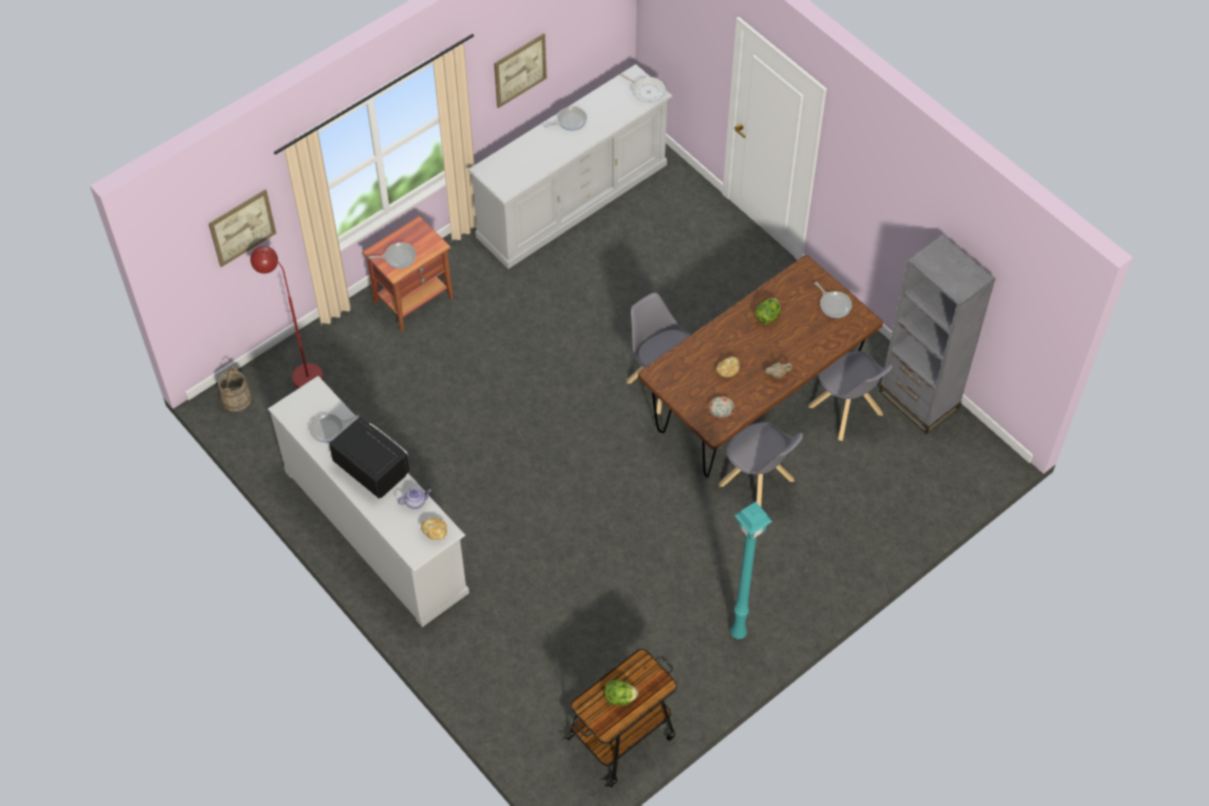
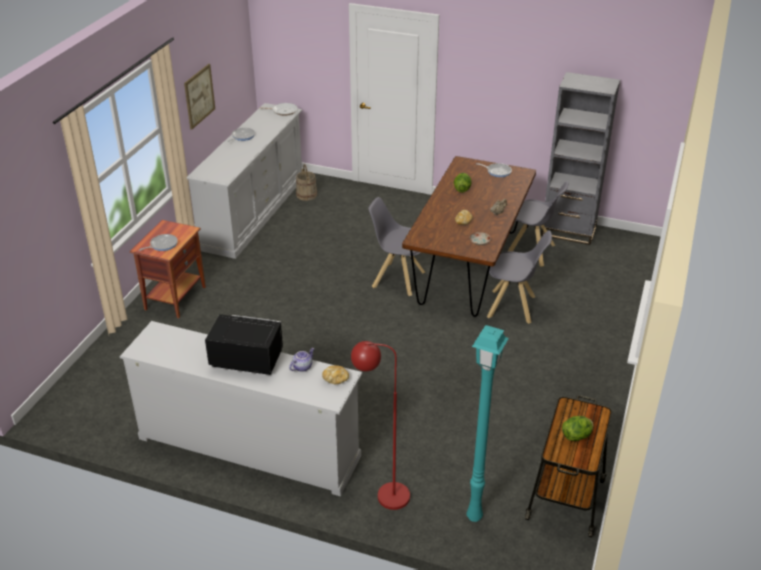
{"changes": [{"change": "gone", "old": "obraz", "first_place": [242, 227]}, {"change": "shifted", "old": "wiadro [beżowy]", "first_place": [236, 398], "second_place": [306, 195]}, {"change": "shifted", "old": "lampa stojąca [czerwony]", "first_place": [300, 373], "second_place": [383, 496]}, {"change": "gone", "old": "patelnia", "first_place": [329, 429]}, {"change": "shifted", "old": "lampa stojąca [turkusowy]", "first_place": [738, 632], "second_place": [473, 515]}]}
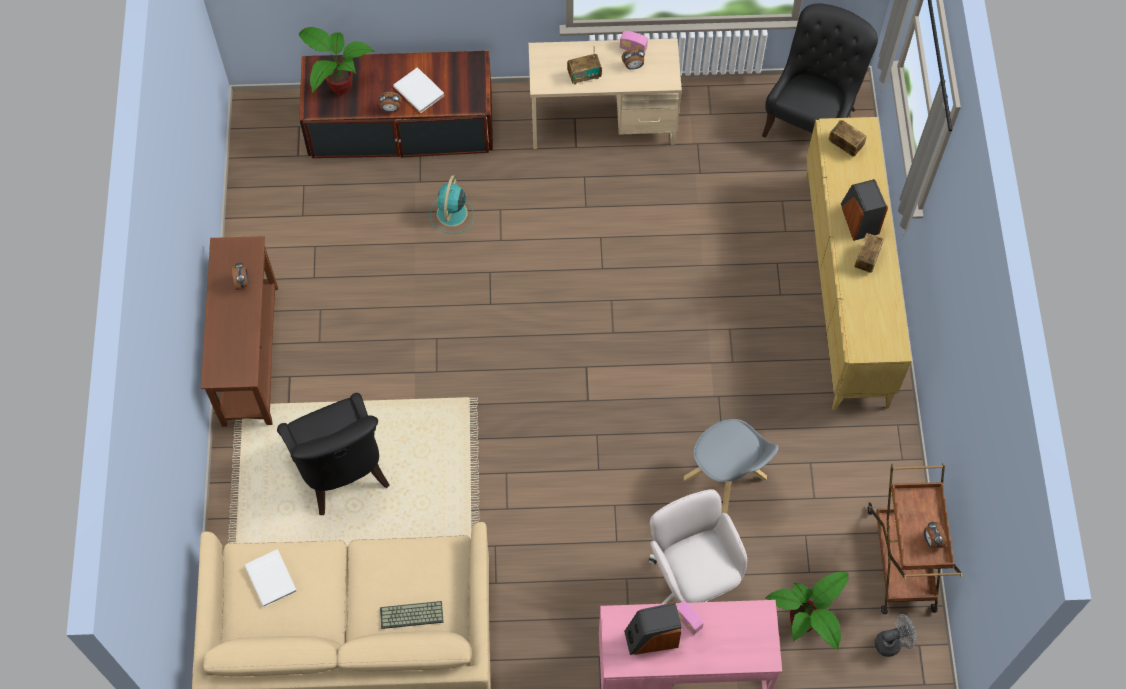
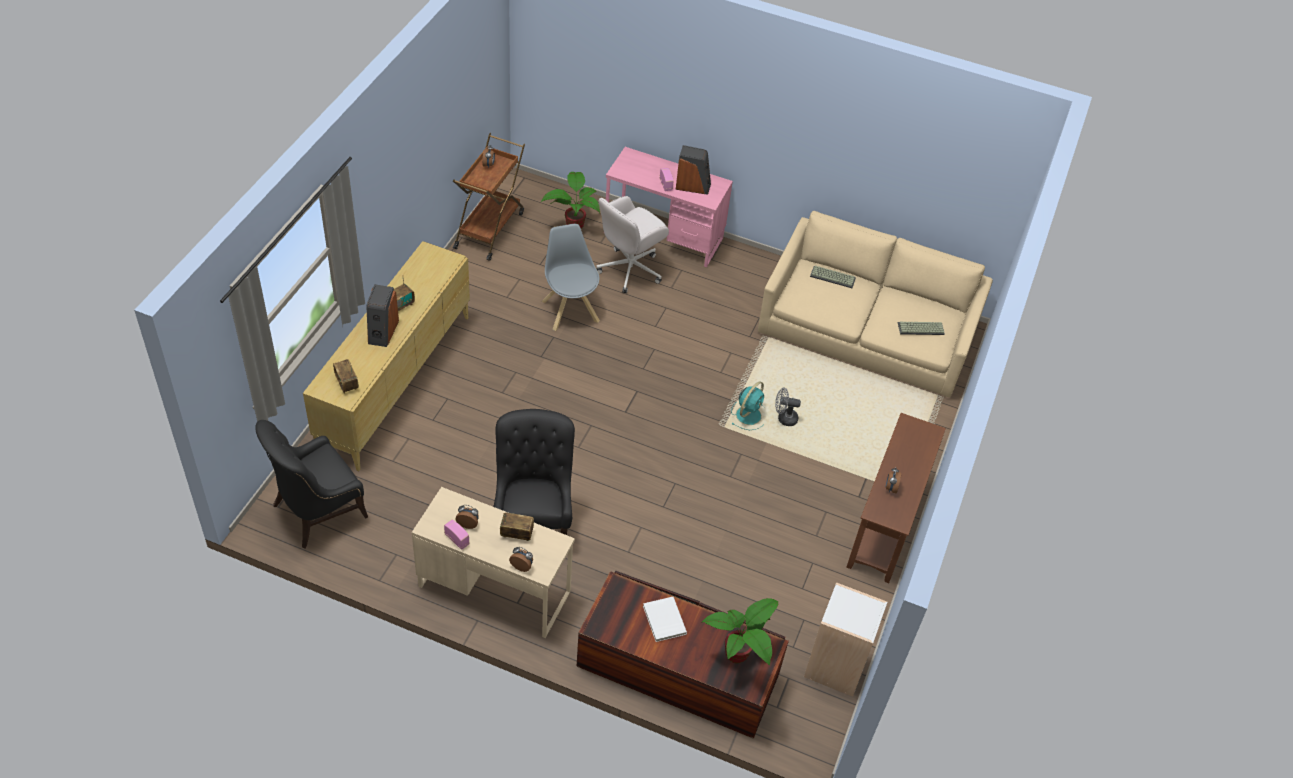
{"changes": [{"change": "swapped", "old": "książka [biały]", "new": "klawiatura", "first_place": [272, 578], "second_place": [920, 329]}, {"change": "shifted", "old": "krzesło [czarny]", "first_place": [341, 469], "second_place": [533, 521]}, {"change": "shifted", "old": "budzik", "first_place": [391, 109], "second_place": [522, 566]}, {"change": "shifted", "old": "wentylator [turkusowy]", "first_place": [451, 214], "second_place": [749, 414]}, {"change": "rotated", "old": "krzesło biurowe [biały]", "first_place": [692, 582], "second_place": [630, 270], "degrees": 45}, {"change": "shifted", "old": "wentylator [szary]", "first_place": [892, 642], "second_place": [784, 418]}, {"change": "new", "new": "regał", "second_place": [835, 667]}]}
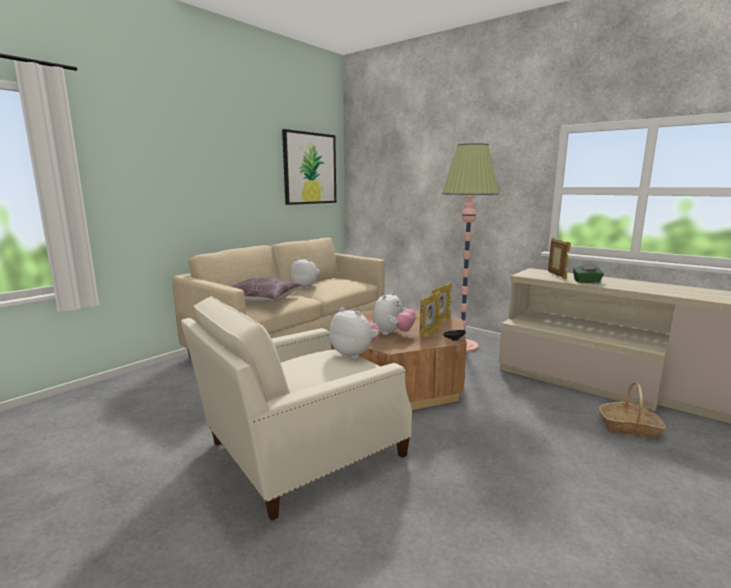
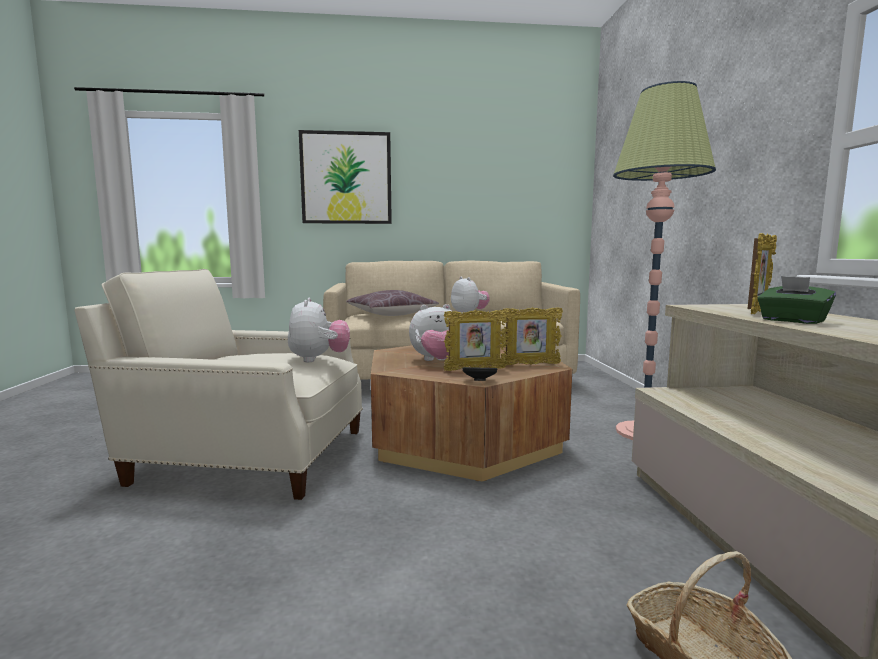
{"changes": [{"change": "shifted", "old": "obraz", "first_place": [310, 168], "second_place": [346, 178]}]}
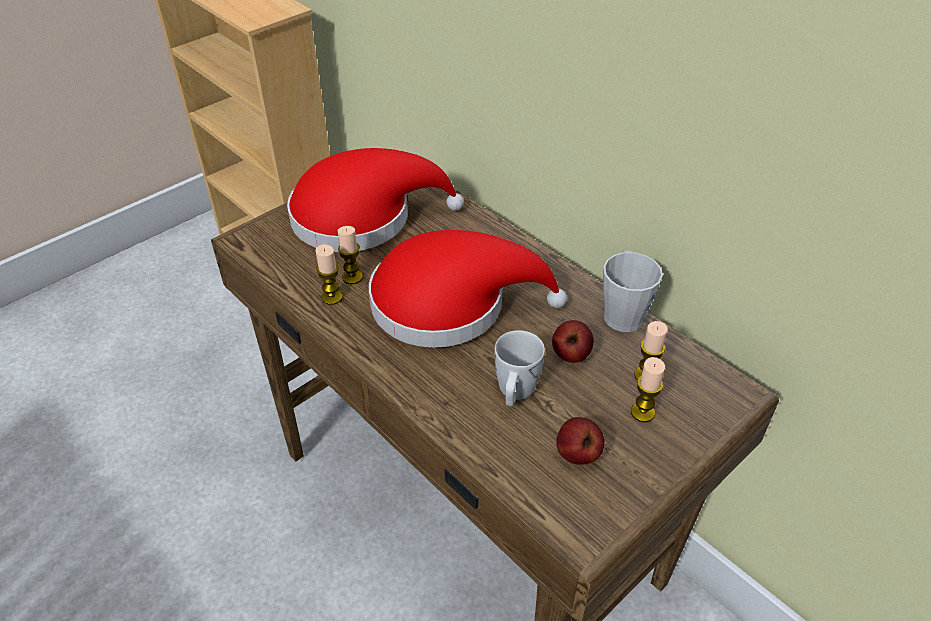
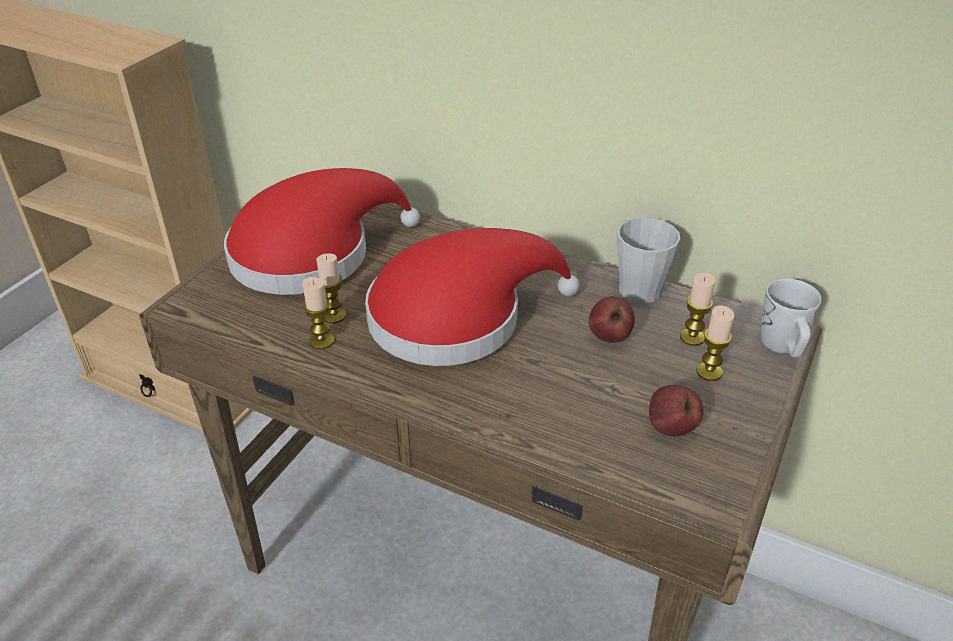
{"changes": [{"change": "shifted", "old": "kubek [biały]", "first_place": [515, 393], "second_place": [783, 347]}]}
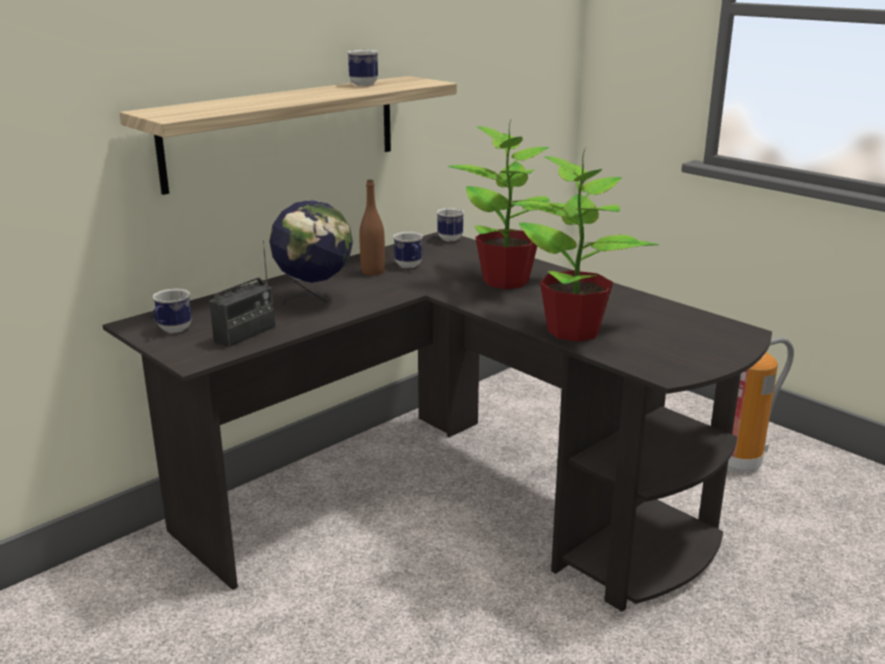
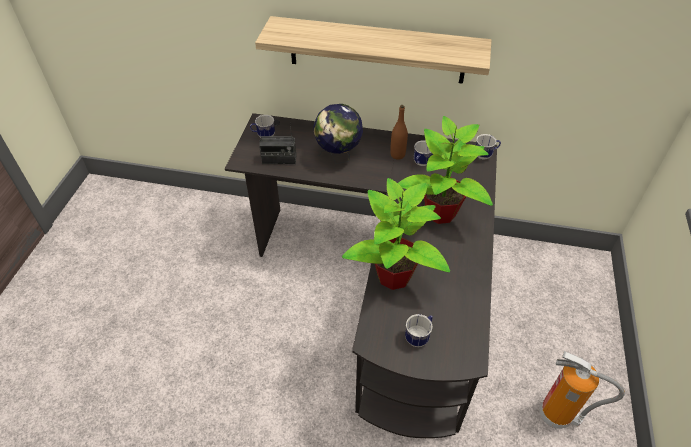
{"changes": [{"change": "shifted", "old": "kubek", "first_place": [363, 84], "second_place": [419, 337]}]}
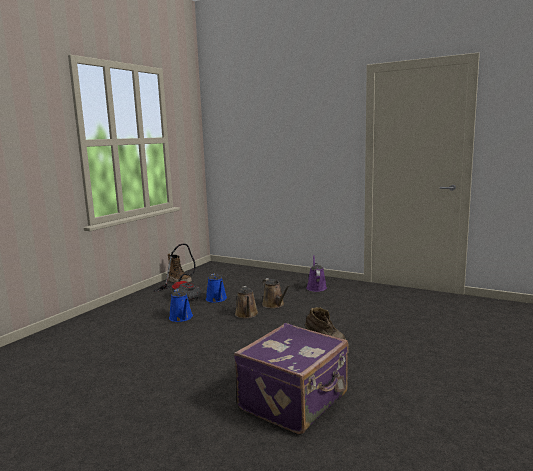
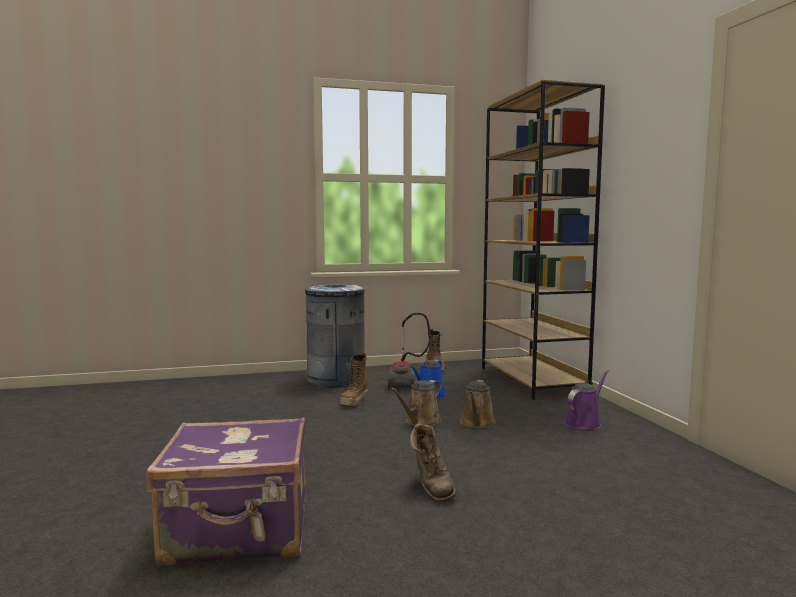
{"changes": [{"change": "swapped", "old": "konewka [niebieski]", "new": "but z cholewką", "first_place": [181, 318], "second_place": [354, 401]}, {"change": "new", "new": "kosz na śmieci [szary]", "second_place": [336, 379]}, {"change": "new", "new": "regał [brązowy]", "second_place": [532, 380]}]}
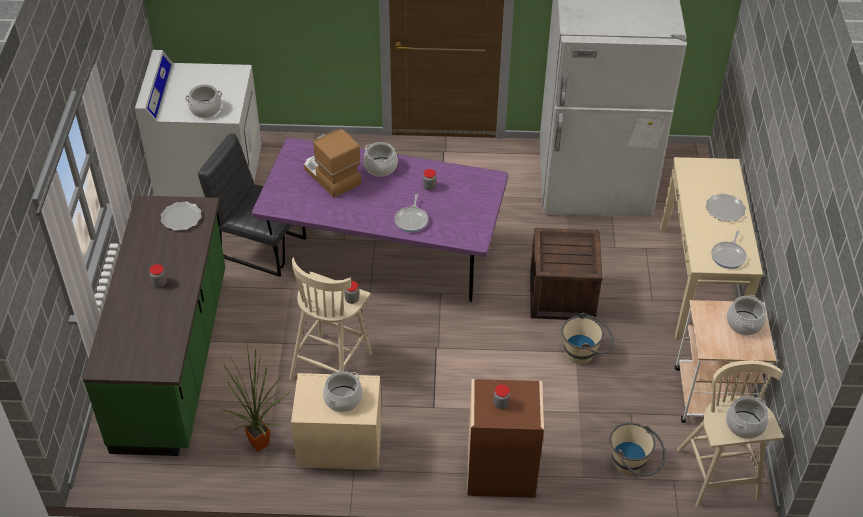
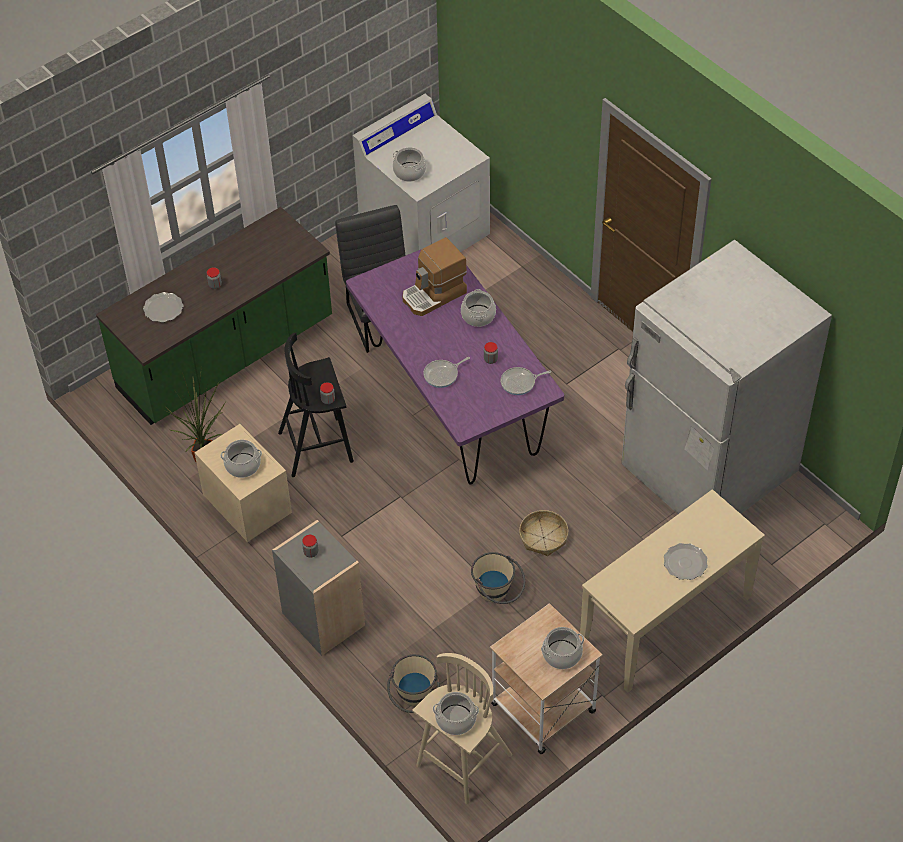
{"changes": [{"change": "shifted", "old": "talerz", "first_place": [181, 217], "second_place": [163, 308]}, {"change": "repainted", "old": "stołek [beżowy]", "new": "stołek [czarny]", "first_place": [332, 363], "second_place": [318, 446]}, {"change": "rotated", "old": "ekspres do kawy", "first_place": [331, 176], "second_place": [434, 295], "degrees": -135}, {"change": "repainted", "old": "regał [brązowy]", "new": "regał [szary]", "first_place": [500, 473], "second_place": [322, 619]}, {"change": "swapped", "old": "skrzynka", "new": "koszyk", "first_place": [562, 295], "second_place": [543, 538]}, {"change": "shifted", "old": "patelnia", "first_place": [729, 256], "second_place": [520, 383]}]}
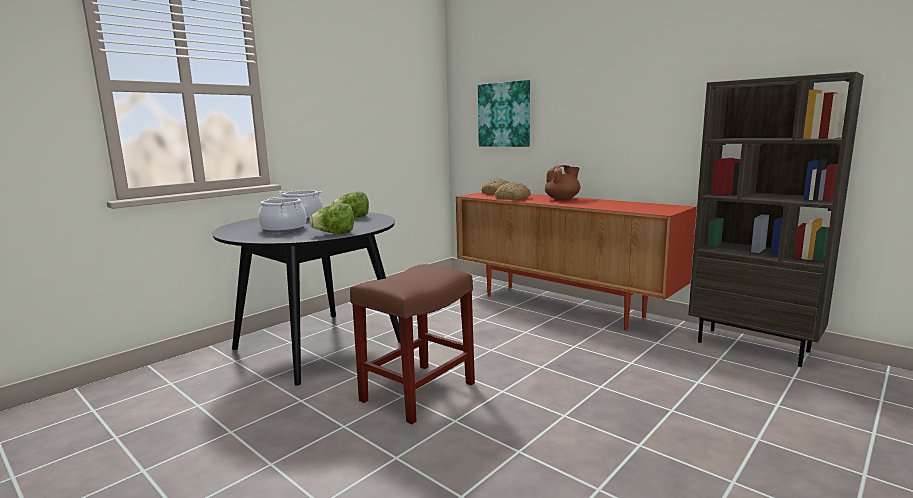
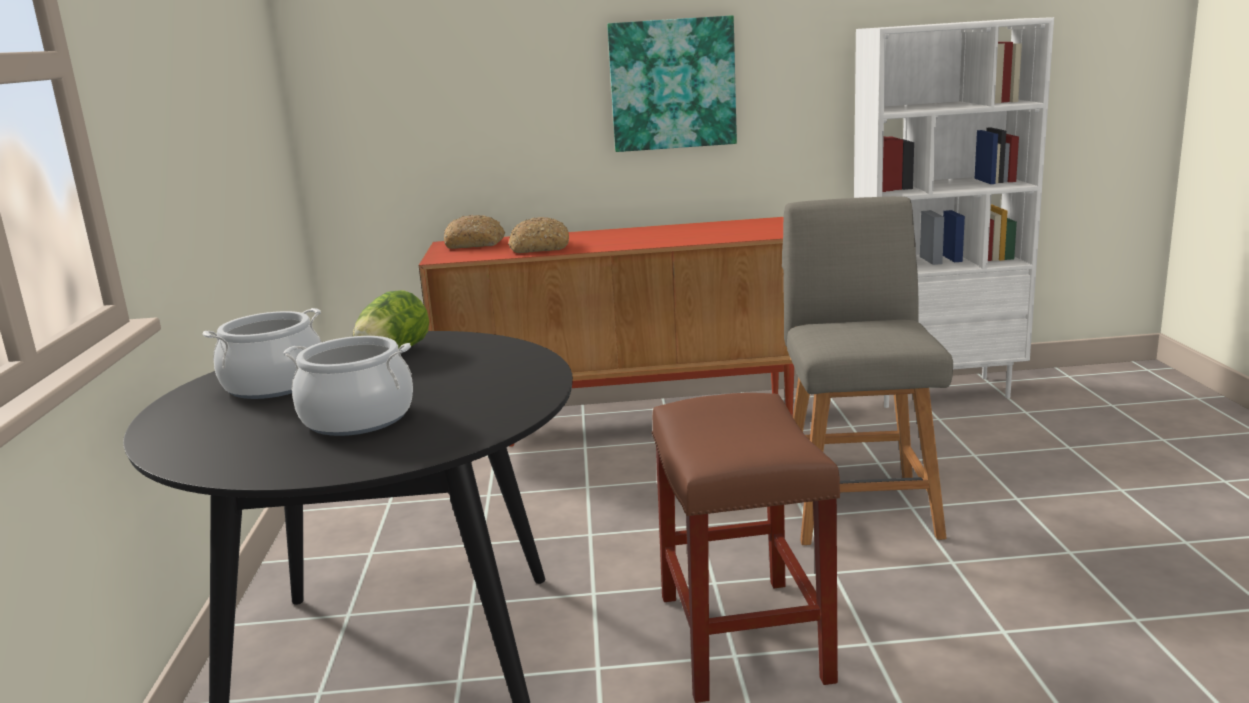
{"changes": [{"change": "gone", "old": "sałata", "first_place": [335, 234]}, {"change": "shifted", "old": "obraz", "first_place": [504, 114], "second_place": [672, 84]}, {"change": "gone", "old": "imbryk [brązowy]", "first_place": [562, 199]}, {"change": "repainted", "old": "regał [brązowy]", "new": "regał [biały]", "first_place": [753, 346], "second_place": [937, 391]}, {"change": "new", "new": "krzesło [szary]", "second_place": [858, 506]}]}
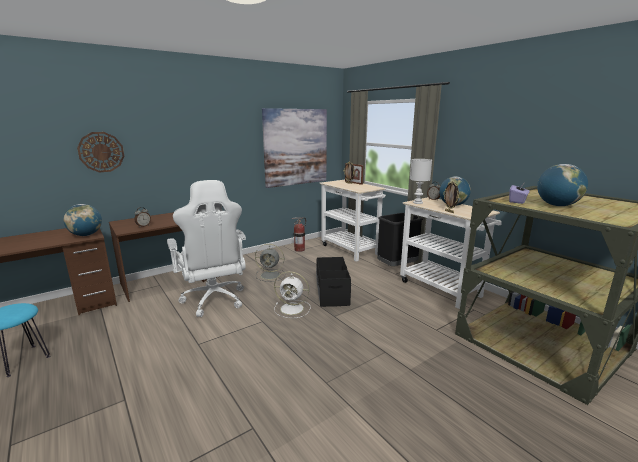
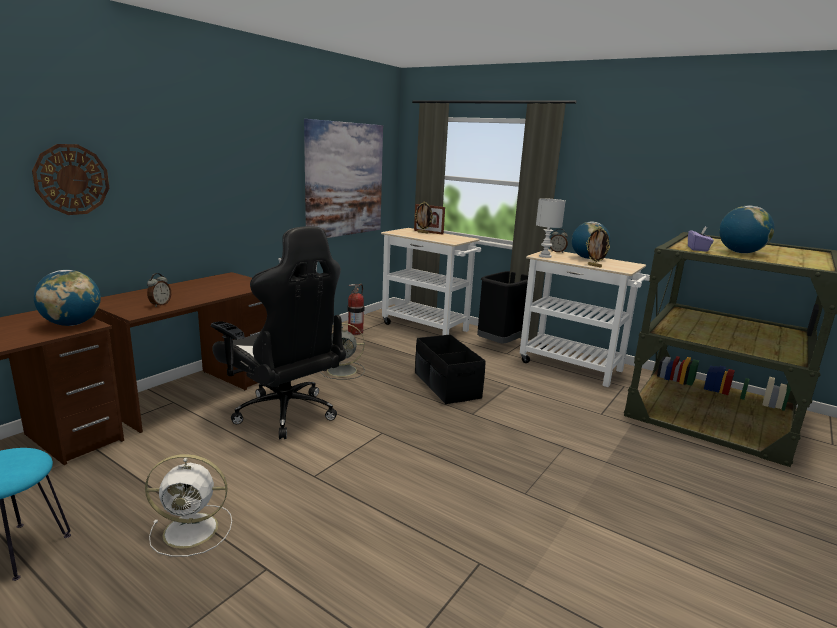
{"changes": [{"change": "repainted", "old": "krzesło biurowe [biały]", "new": "krzesło biurowe [czarny]", "first_place": [213, 298], "second_place": [281, 411]}, {"change": "shifted", "old": "wentylator [biały]", "first_place": [293, 309], "second_place": [193, 530]}]}
